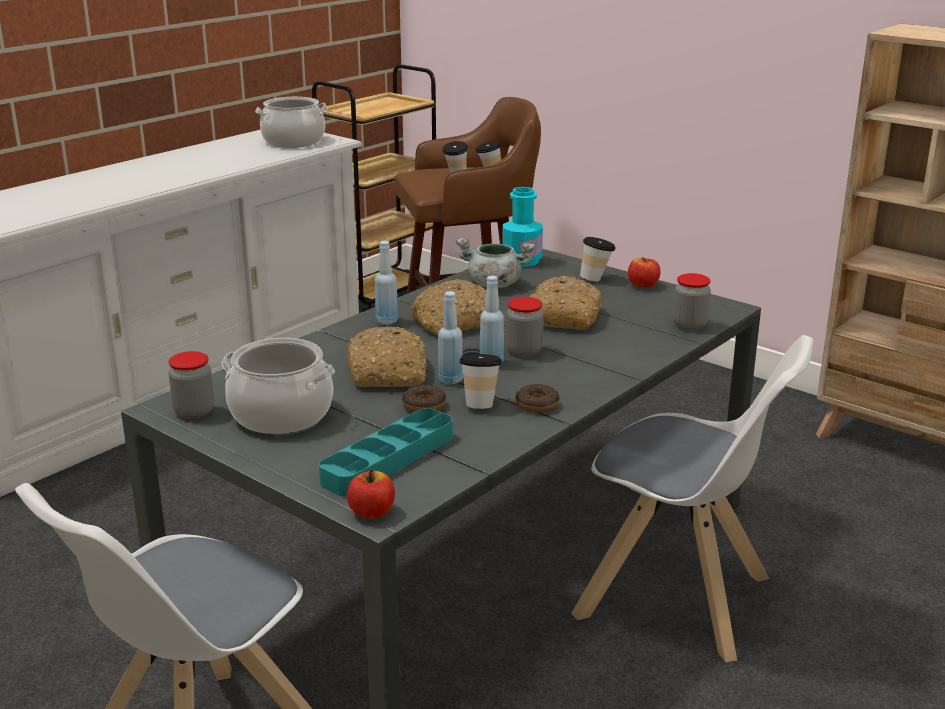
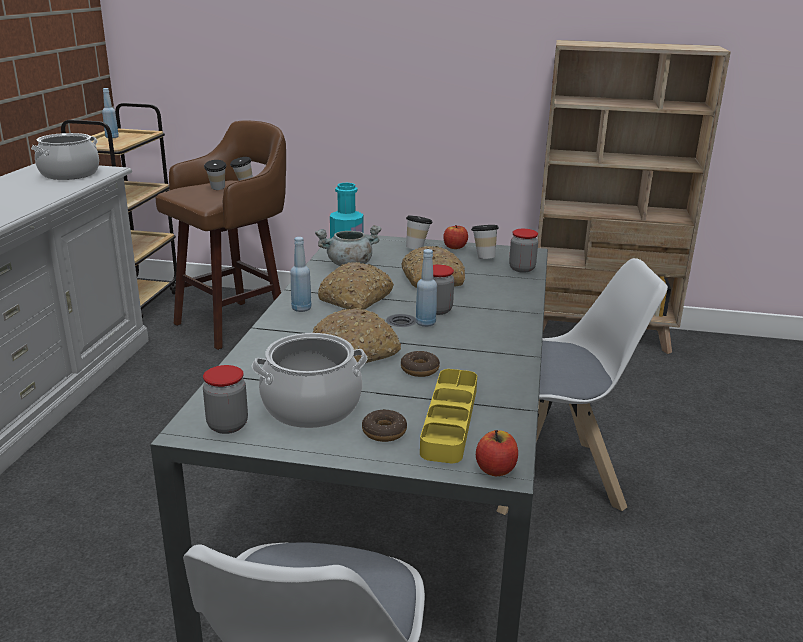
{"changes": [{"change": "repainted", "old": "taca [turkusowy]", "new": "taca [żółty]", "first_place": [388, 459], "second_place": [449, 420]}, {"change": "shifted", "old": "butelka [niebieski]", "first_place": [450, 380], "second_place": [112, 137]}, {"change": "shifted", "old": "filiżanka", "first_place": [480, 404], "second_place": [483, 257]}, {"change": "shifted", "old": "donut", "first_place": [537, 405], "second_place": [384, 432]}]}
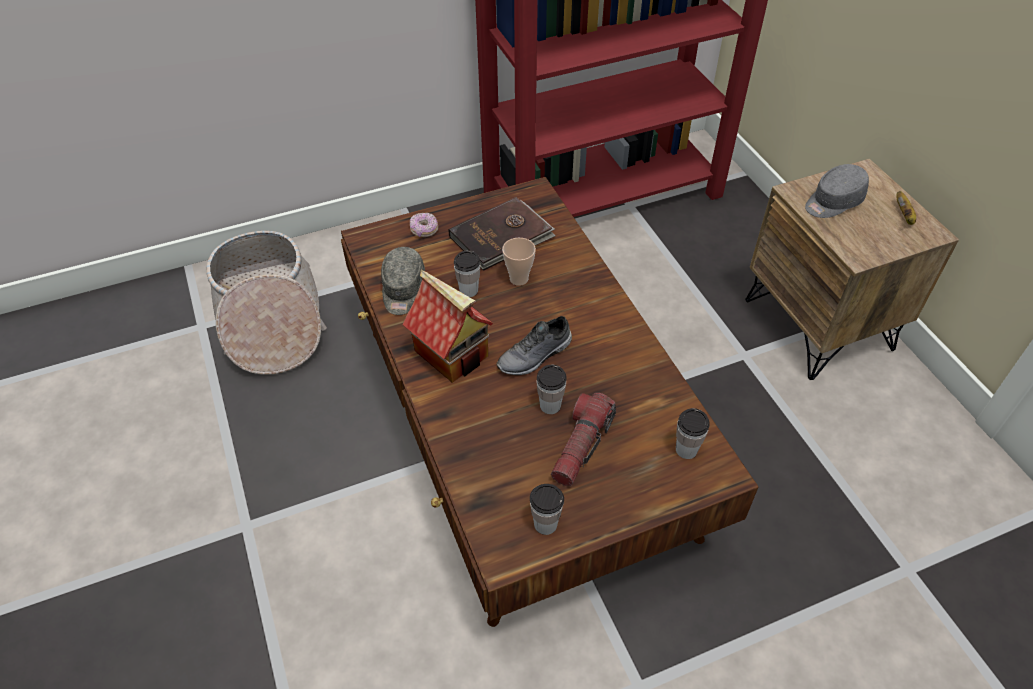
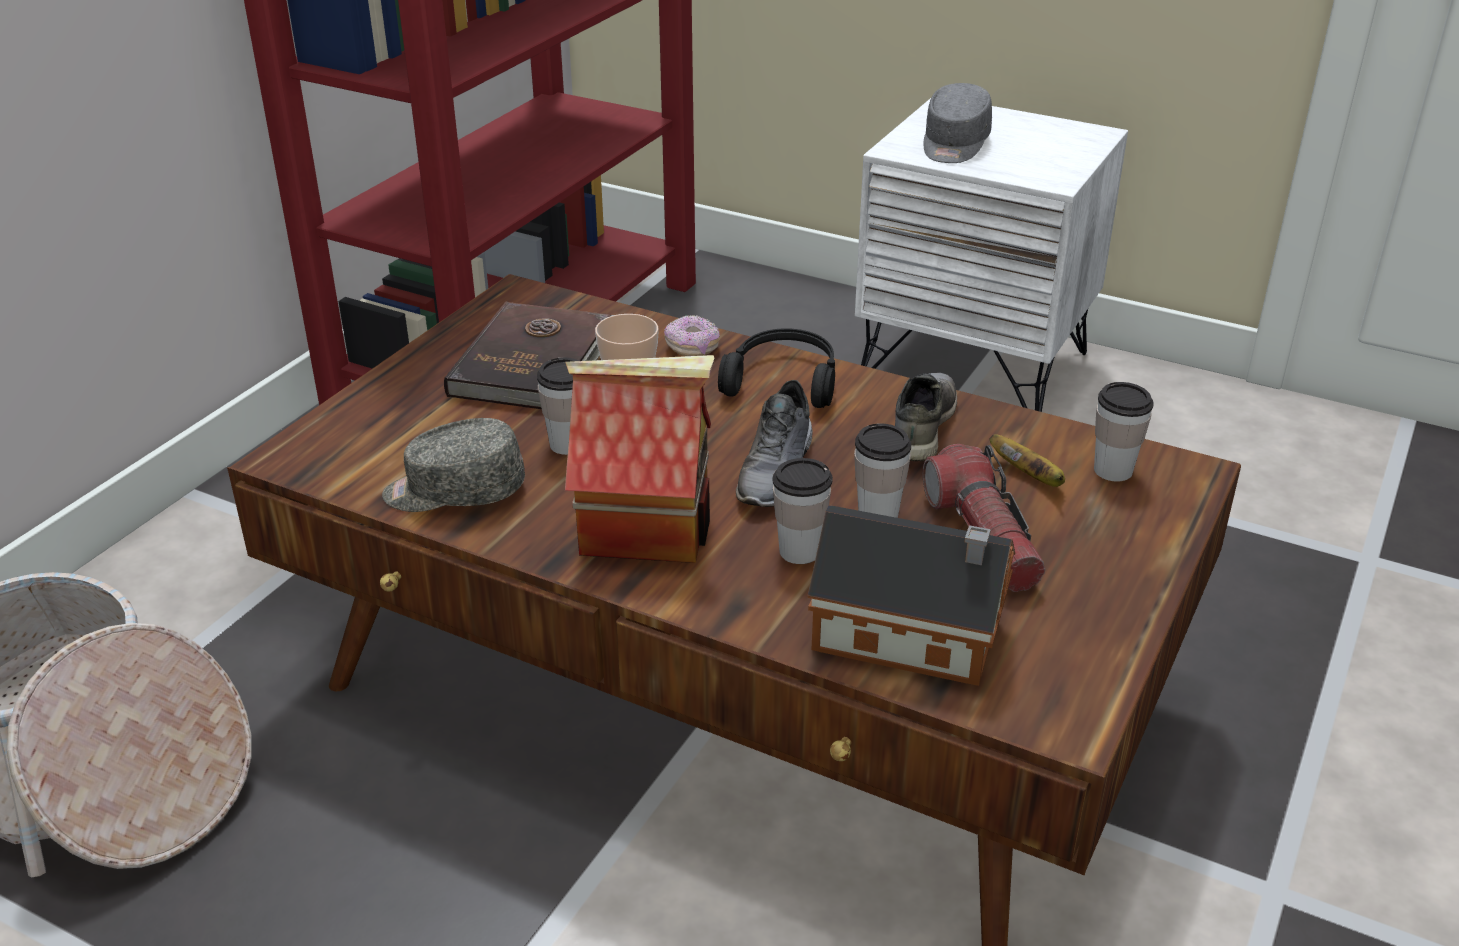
{"changes": [{"change": "rotated", "old": "czapka z daszkiem [szary]", "first_place": [403, 290], "second_place": [454, 492], "degrees": 120}, {"change": "shifted", "old": "donut", "first_place": [424, 230], "second_place": [692, 348]}, {"change": "shifted", "old": "filiżanka", "first_place": [545, 524], "second_place": [800, 551]}, {"change": "repainted", "old": "szafka nocna [brązowy]", "new": "szafka nocna [biały]", "first_place": [819, 324], "second_place": [975, 365]}, {"change": "shifted", "old": "banan", "first_place": [904, 216], "second_place": [1030, 476]}, {"change": "new", "new": "słuchawki [czarny]", "second_place": [784, 380]}, {"change": "new", "new": "domek", "second_place": [914, 635]}, {"change": "new", "new": "but [szary]", "second_place": [920, 427]}]}
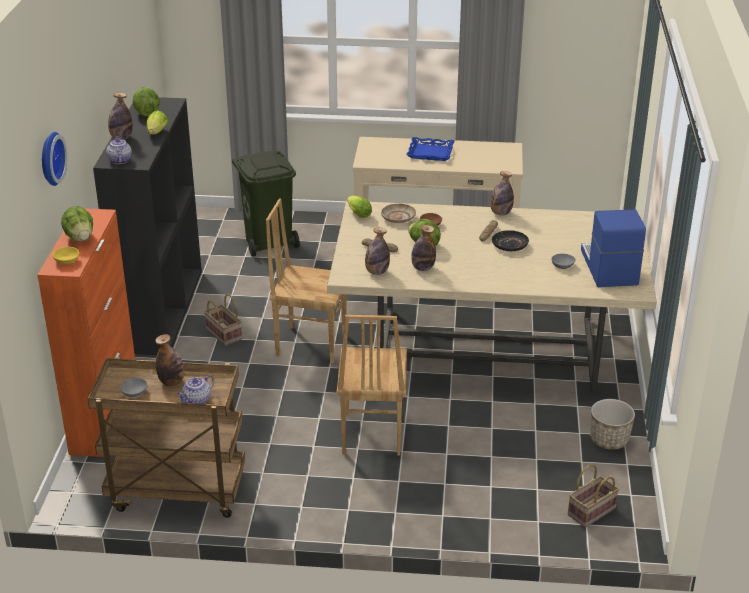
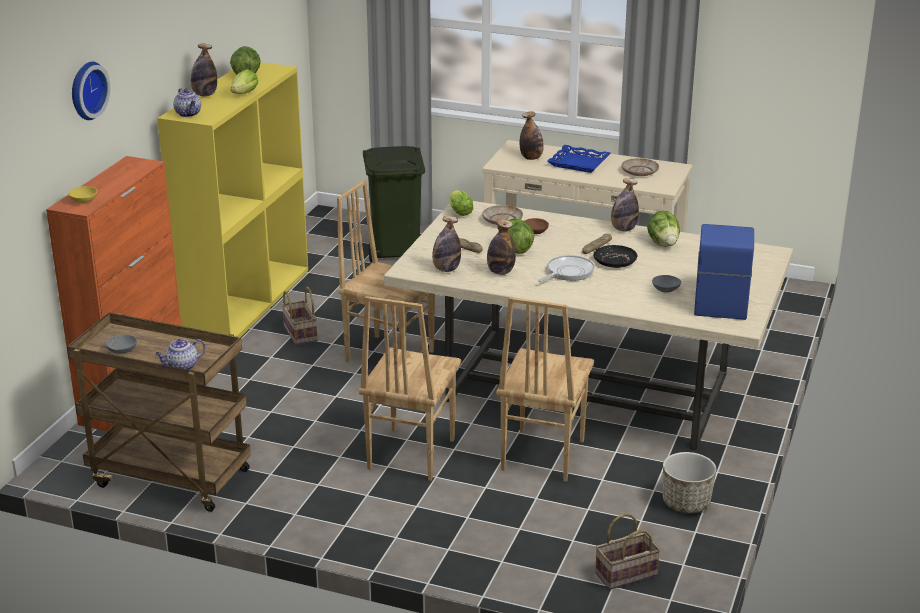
{"changes": [{"change": "shifted", "old": "sałata", "first_place": [80, 238], "second_place": [663, 244]}, {"change": "repainted", "old": "regał [czarny]", "new": "regał [żółty]", "first_place": [161, 310], "second_place": [246, 301]}, {"change": "rotated", "old": "imbryk", "first_place": [119, 160], "second_place": [188, 114], "degrees": 150}, {"change": "shifted", "old": "butelka", "first_place": [172, 382], "second_place": [531, 158]}, {"change": "new", "new": "krzesło [brązowy]", "second_place": [541, 455]}, {"change": "new", "new": "patelnia", "second_place": [568, 272]}, {"change": "new", "new": "talerz [beżowy]", "second_place": [639, 172]}]}
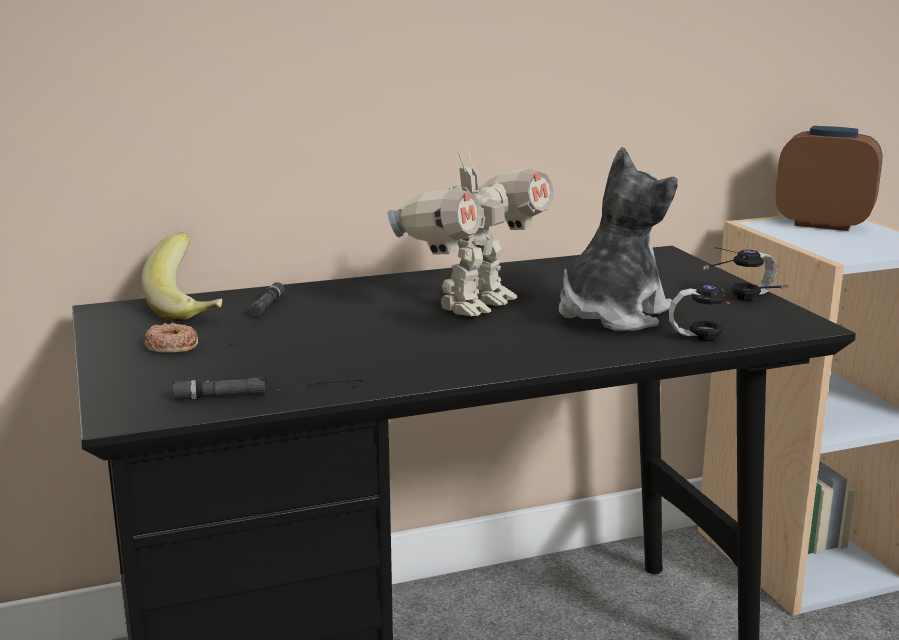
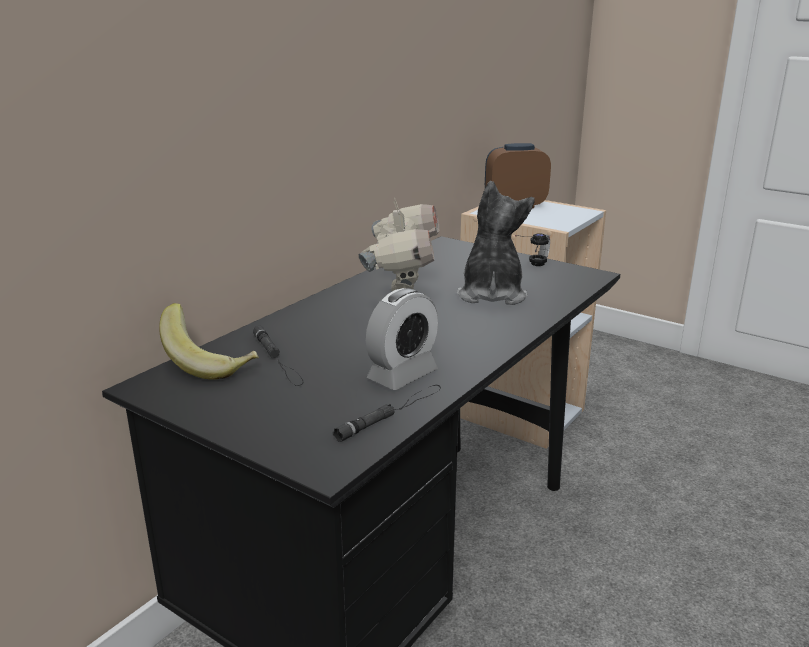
{"changes": [{"change": "gone", "old": "donut", "first_place": [171, 345]}, {"change": "gone", "old": "słuchawki", "first_place": [727, 342]}, {"change": "new", "new": "budzik", "second_place": [402, 375]}]}
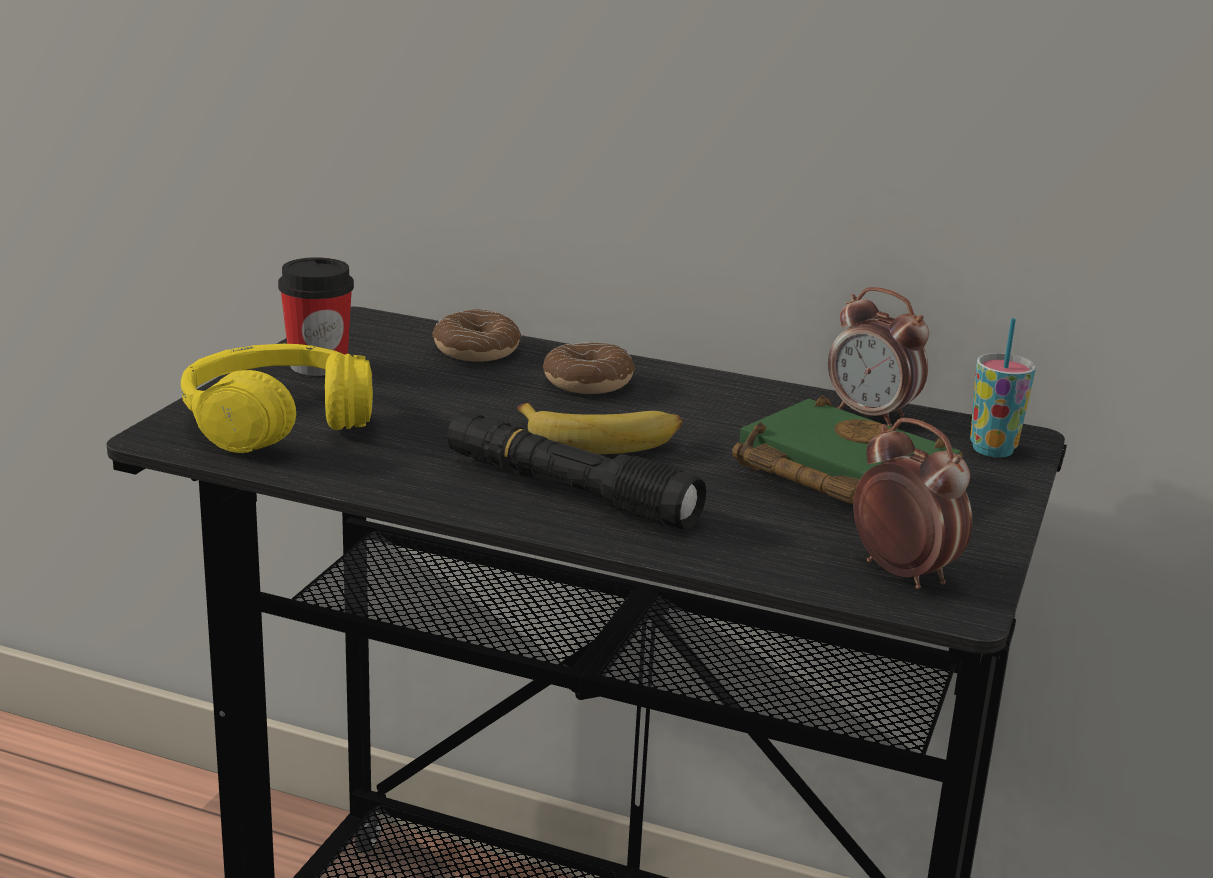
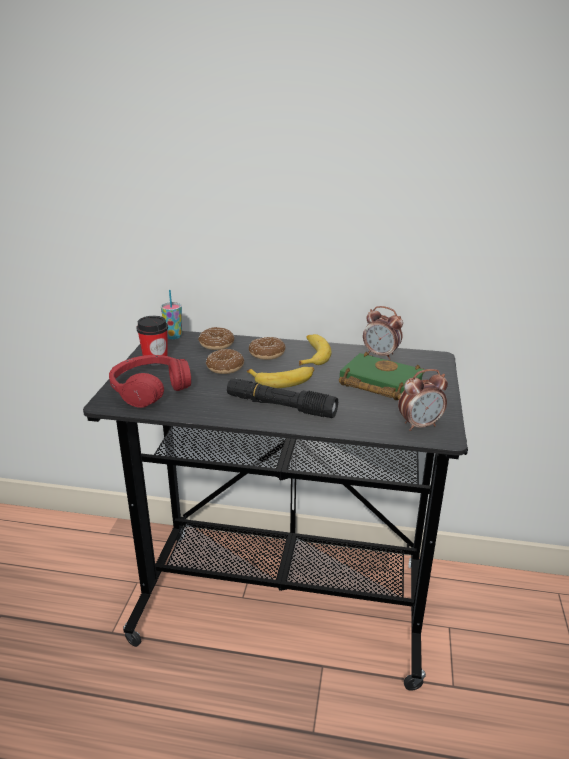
{"changes": [{"change": "repainted", "old": "słuchawki [żółty]", "new": "słuchawki [czerwony]", "first_place": [277, 421], "second_place": [150, 389]}, {"change": "rotated", "old": "budzik", "first_place": [902, 573], "second_place": [420, 425], "degrees": 120}, {"change": "shifted", "old": "filiżanka", "first_place": [992, 450], "second_place": [173, 336]}, {"change": "new", "new": "donut", "second_place": [225, 367]}, {"change": "new", "new": "banan", "second_place": [312, 355]}]}
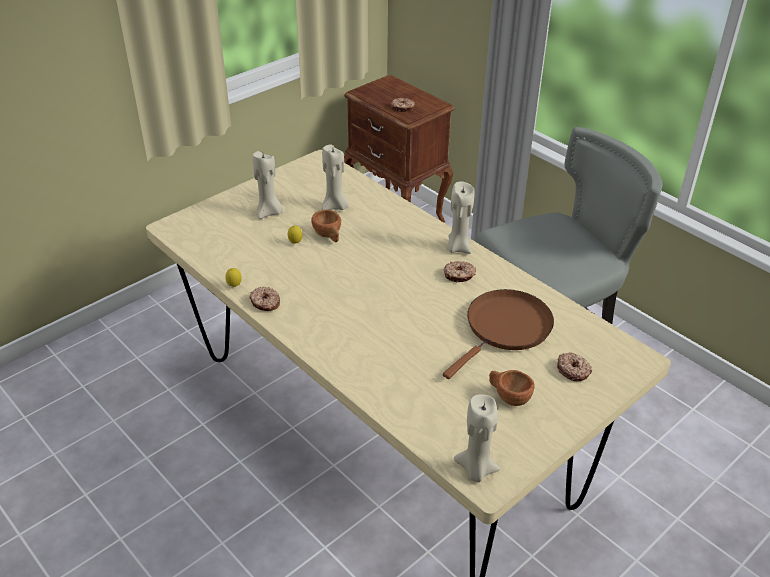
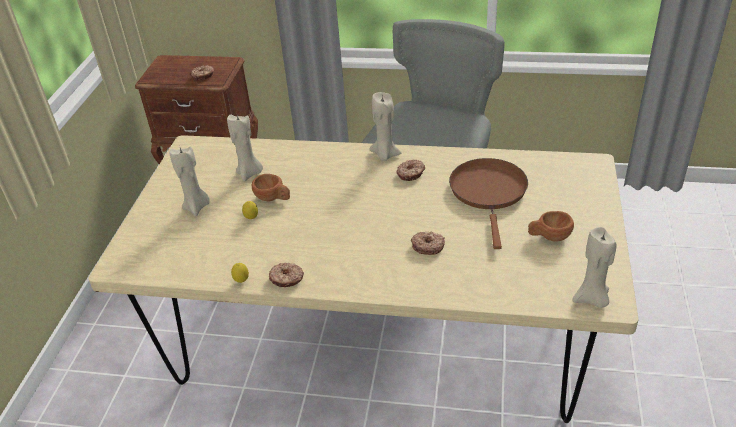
{"changes": [{"change": "shifted", "old": "donut", "first_place": [573, 370], "second_place": [428, 246]}]}
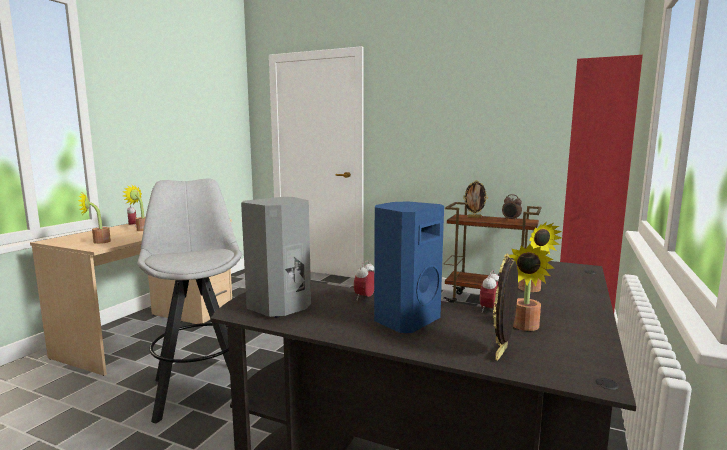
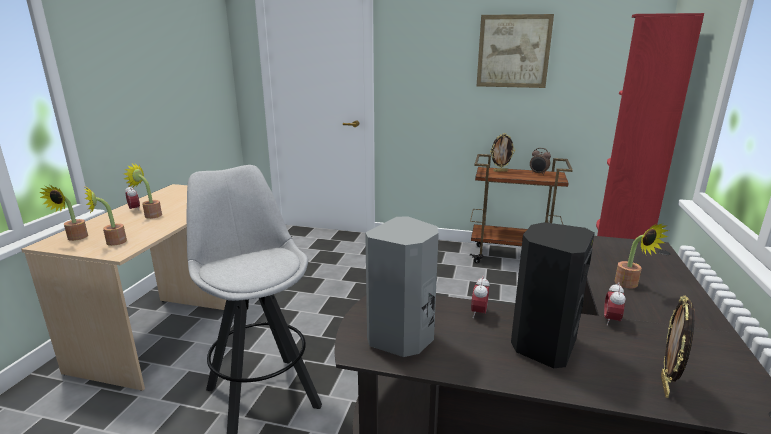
{"changes": [{"change": "repainted", "old": "głośnik [niebieski]", "new": "głośnik [czarny]", "first_place": [404, 320], "second_place": [542, 346]}, {"change": "shifted", "old": "roślina doniczkowa", "first_place": [524, 327], "second_place": [74, 238]}, {"change": "new", "new": "obraz", "second_place": [513, 51]}]}
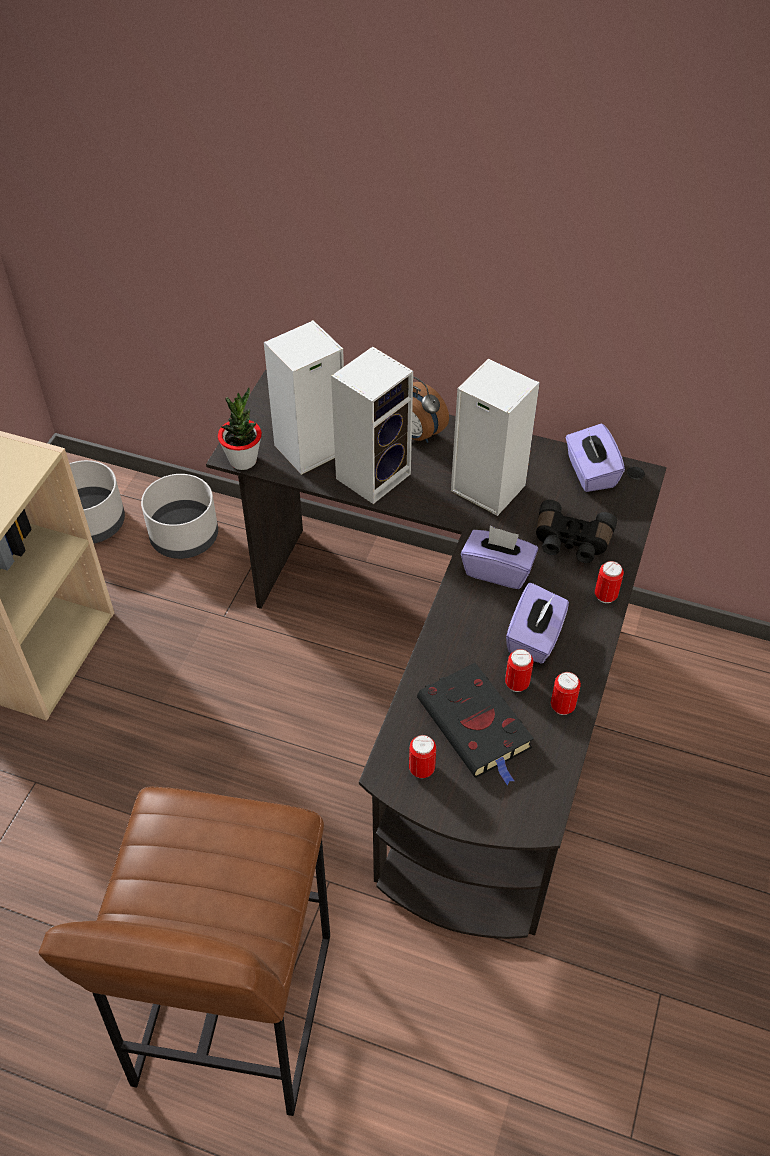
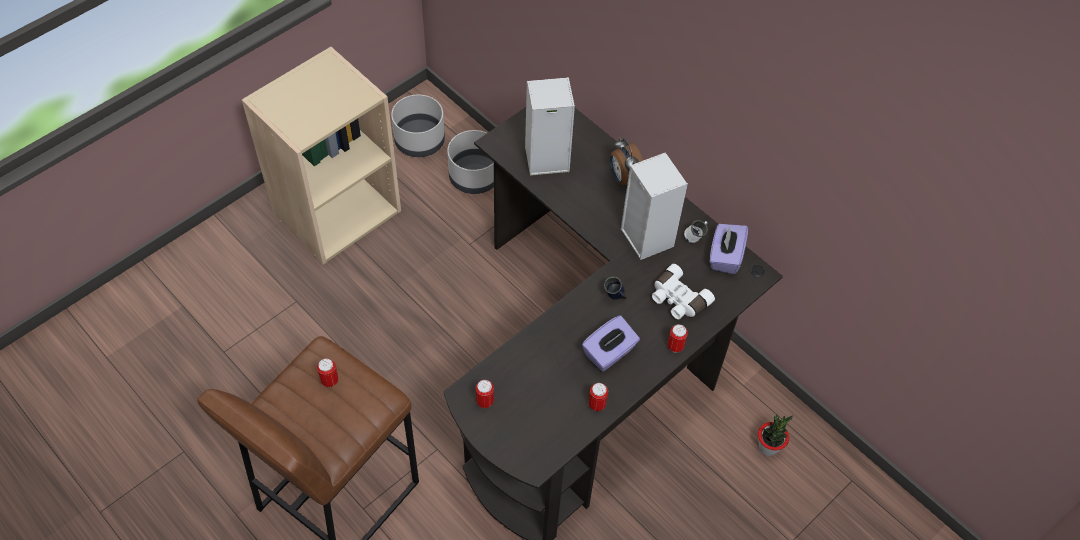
{"changes": [{"change": "shifted", "old": "roślina doniczkowa", "first_place": [243, 460], "second_place": [768, 447]}, {"change": "gone", "old": "głośnik", "first_place": [374, 474]}, {"change": "gone", "old": "książka [czarny]", "first_place": [476, 726]}, {"change": "swapped", "old": "pudełko chusteczek [fioletowy]", "new": "kubek [niebieski]", "first_place": [497, 570], "second_place": [615, 297]}, {"change": "shifted", "old": "puszka", "first_place": [517, 684], "second_place": [329, 380]}, {"change": "repainted", "old": "lornetka [czarny]", "new": "lornetka [biały]", "first_place": [571, 542], "second_place": [677, 300]}, {"change": "new", "new": "kubek [biały]", "second_place": [695, 237]}]}
